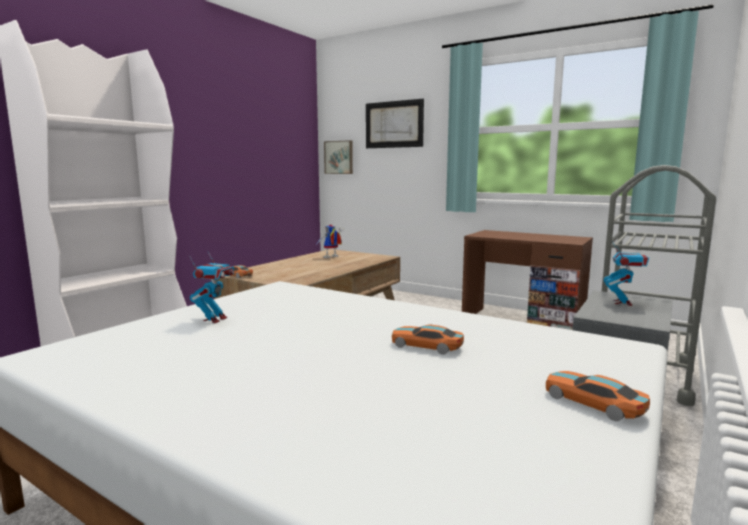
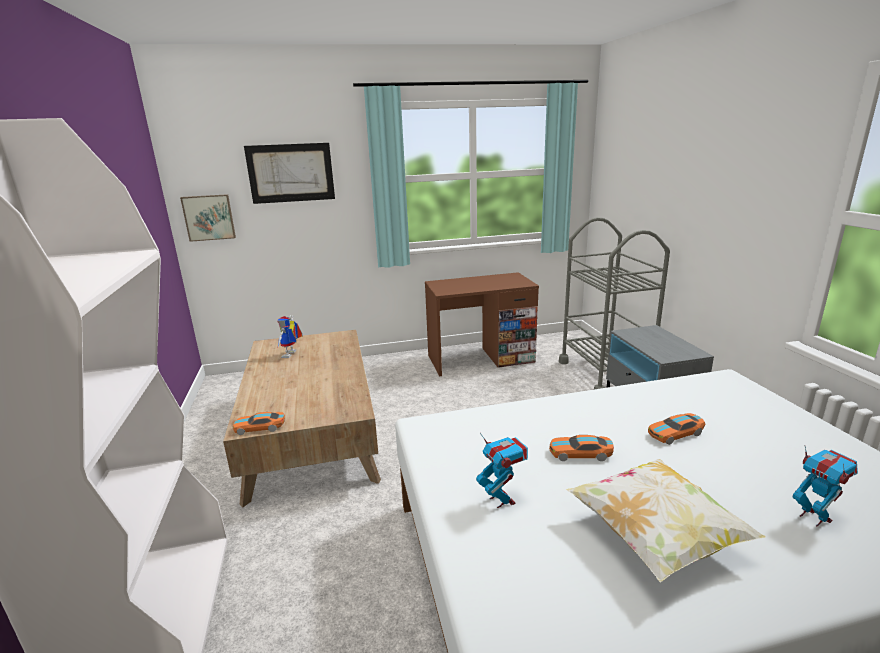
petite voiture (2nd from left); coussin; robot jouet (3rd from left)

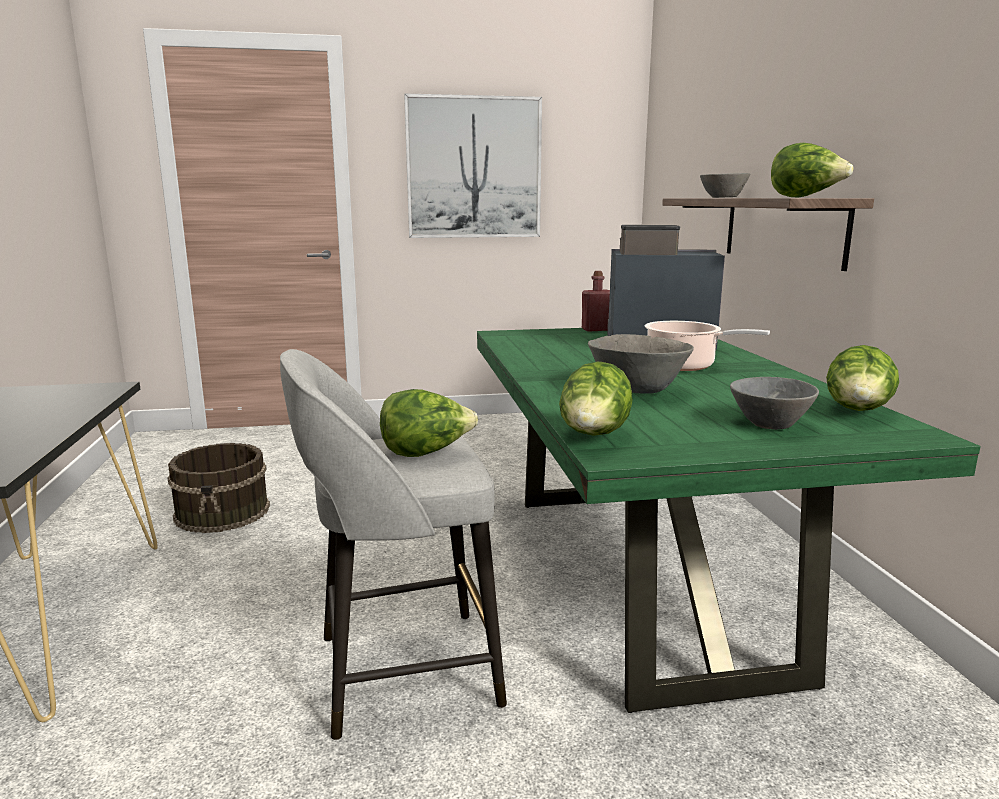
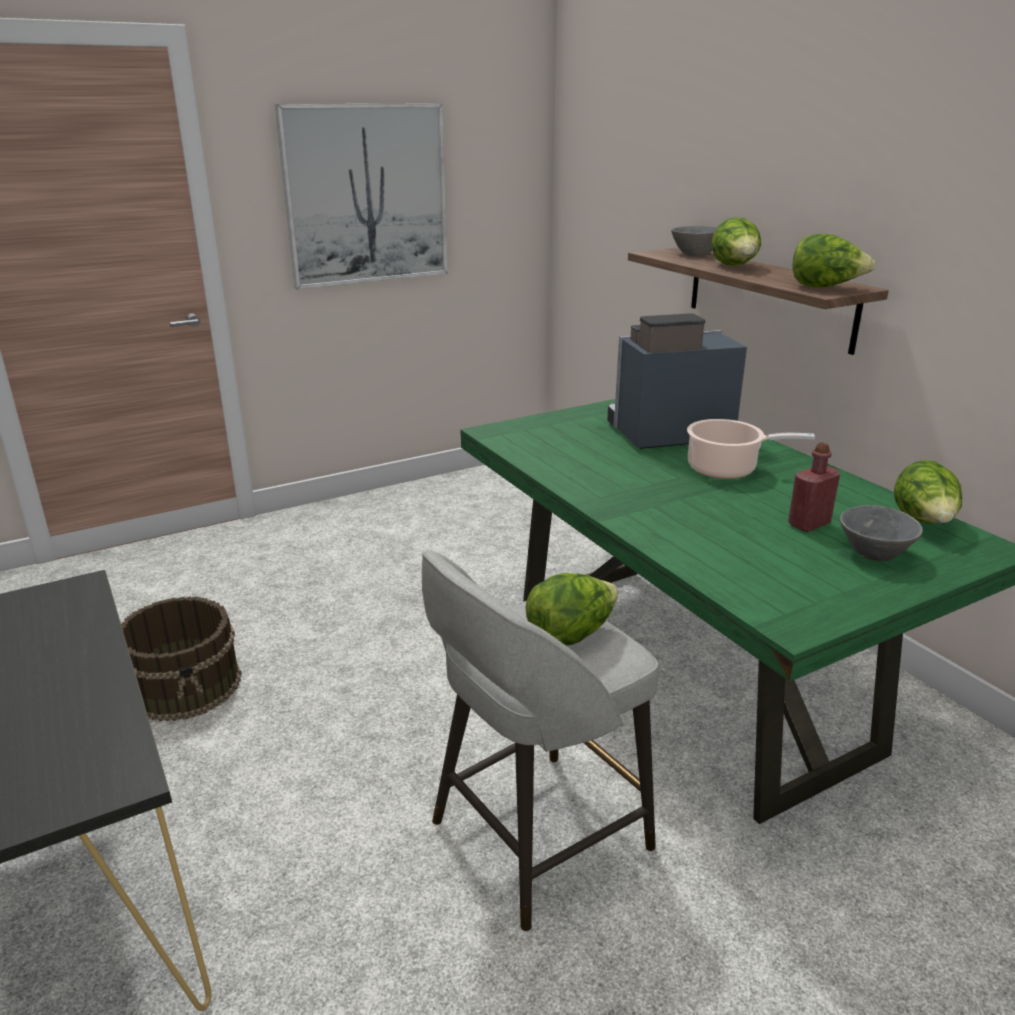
laitue (2nd from left); bouteille (rouge); bol (gris) (1st from left in the first image)

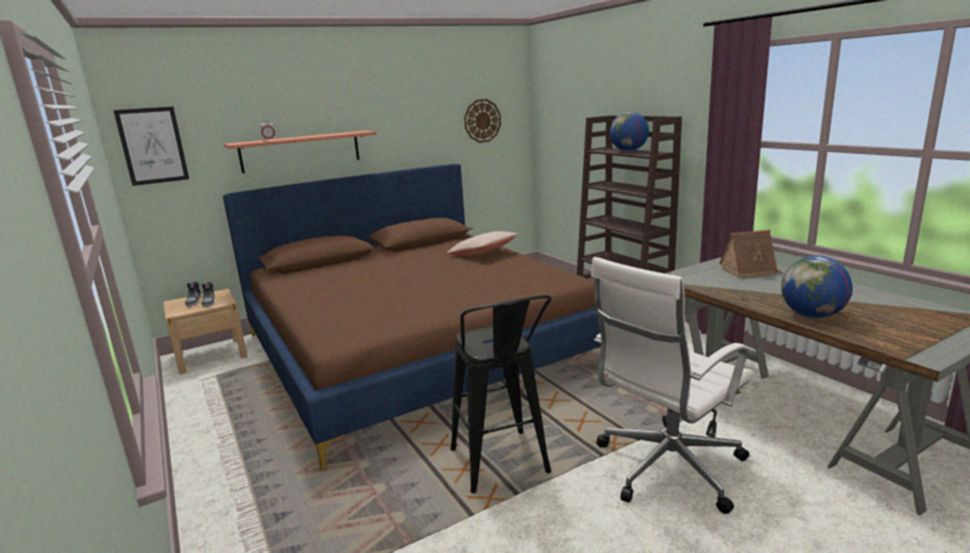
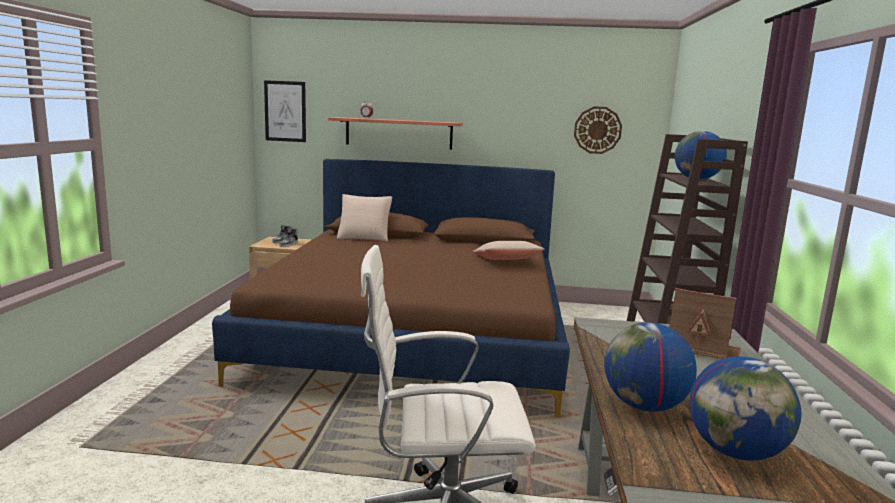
coussin (beige) (1st from left); globe (3rd from left); tabouret (noir)

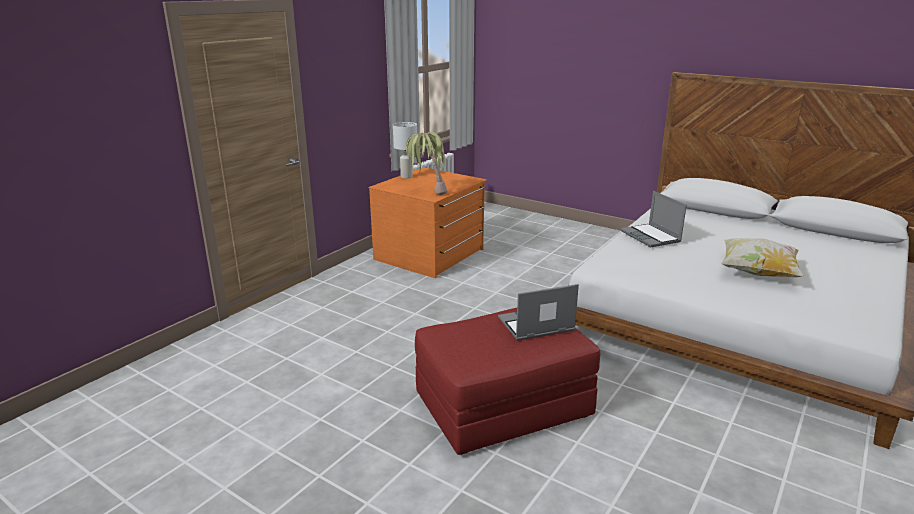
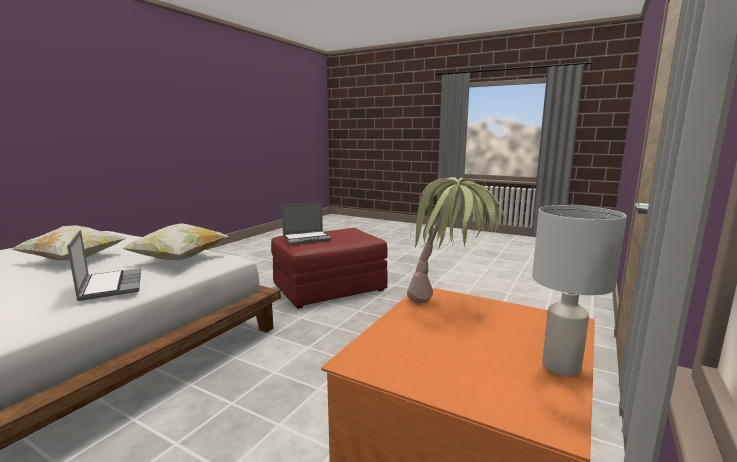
coussin (2nd from left)

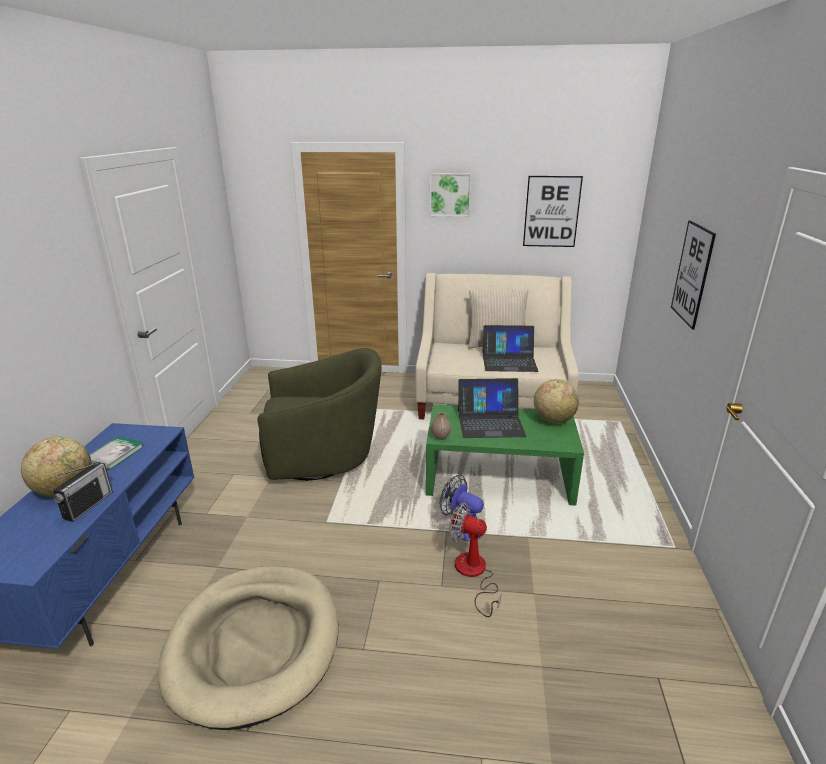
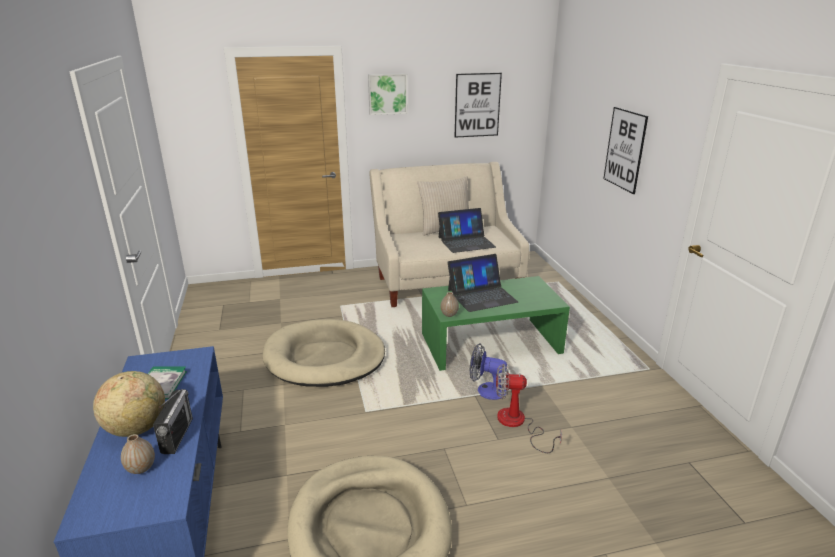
vase (1st from left); panier pour chien (beige) (1st from left); globe (2nd from left in the first image)

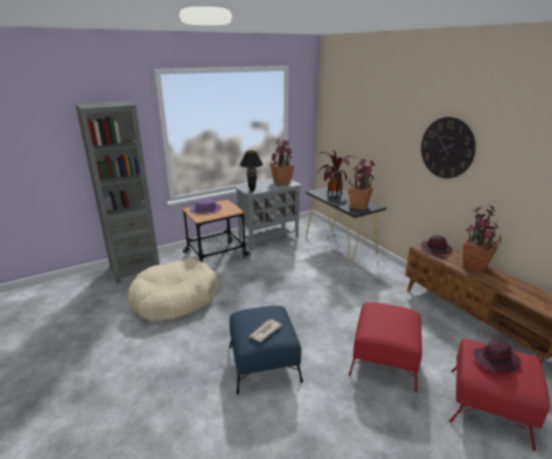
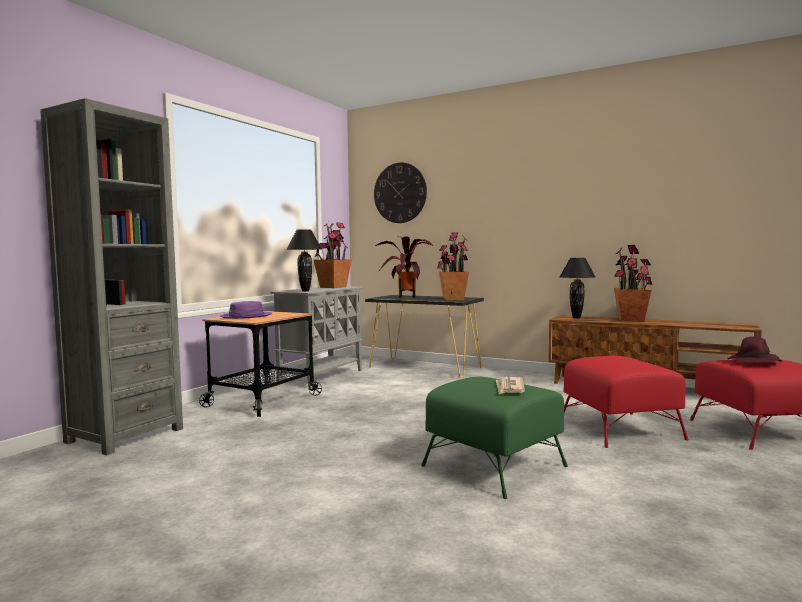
horloge murale; pouf (vert); lampe de table (noir) (2nd from left); panier pour chien (beige)

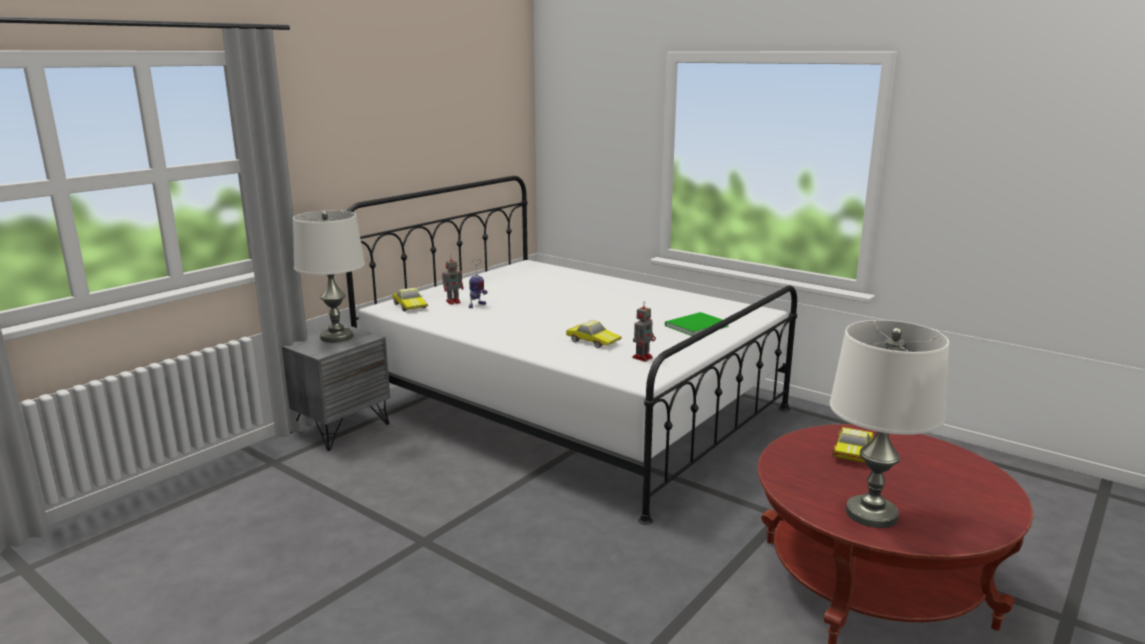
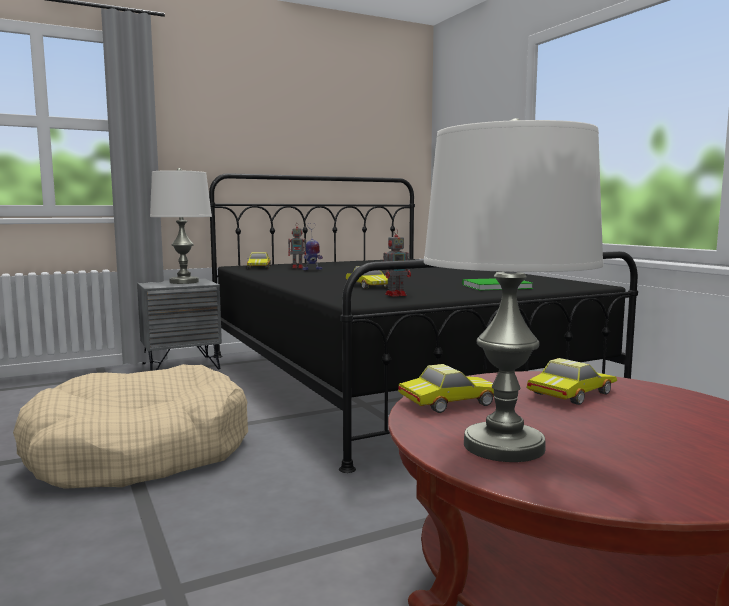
panier pour chien (beige); lit (noir); petite voiture (3rd from left)

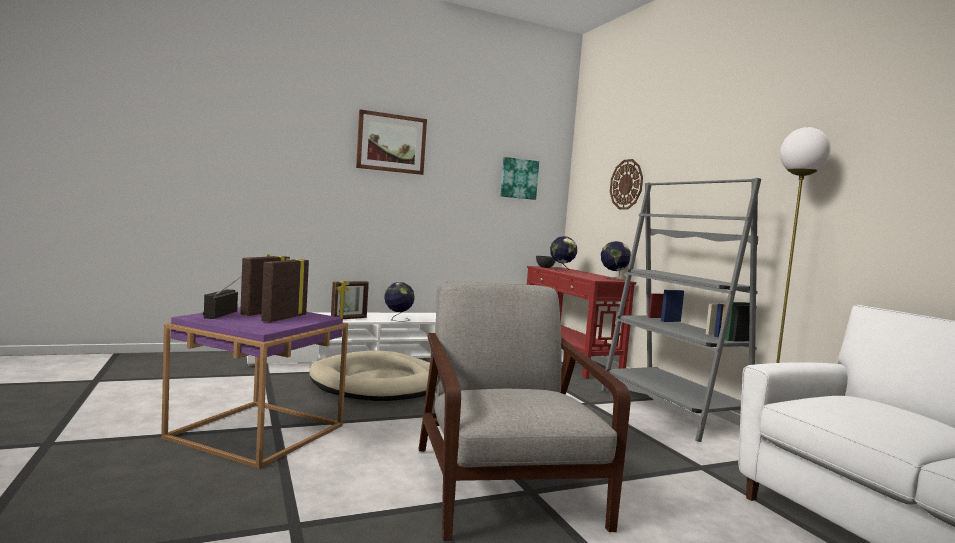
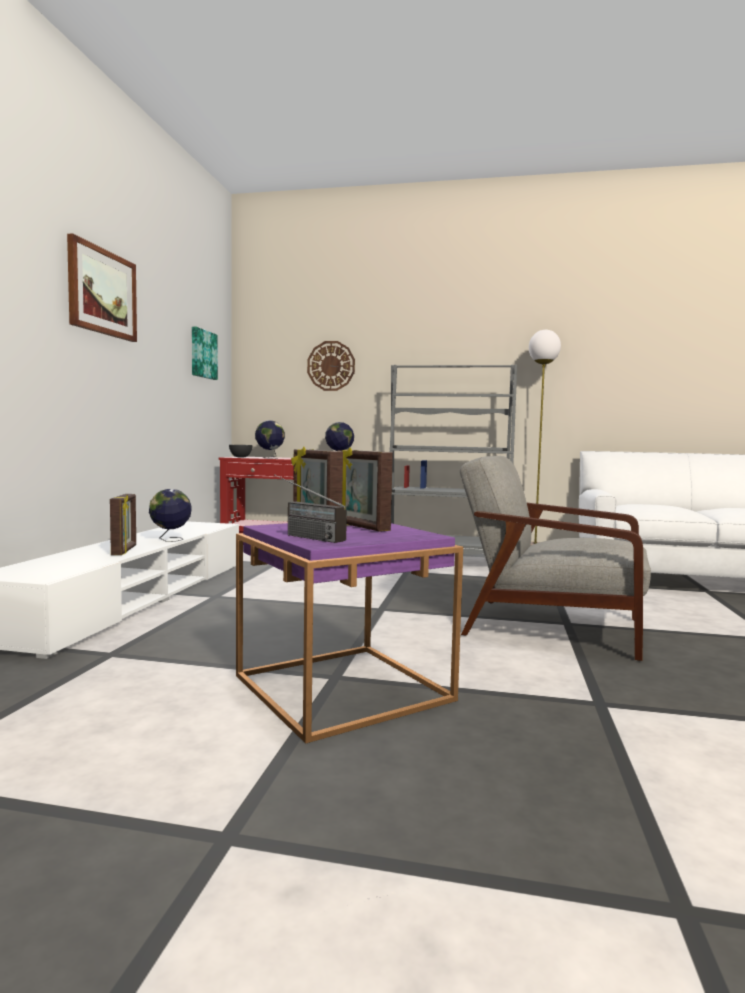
panier pour chien (beige)

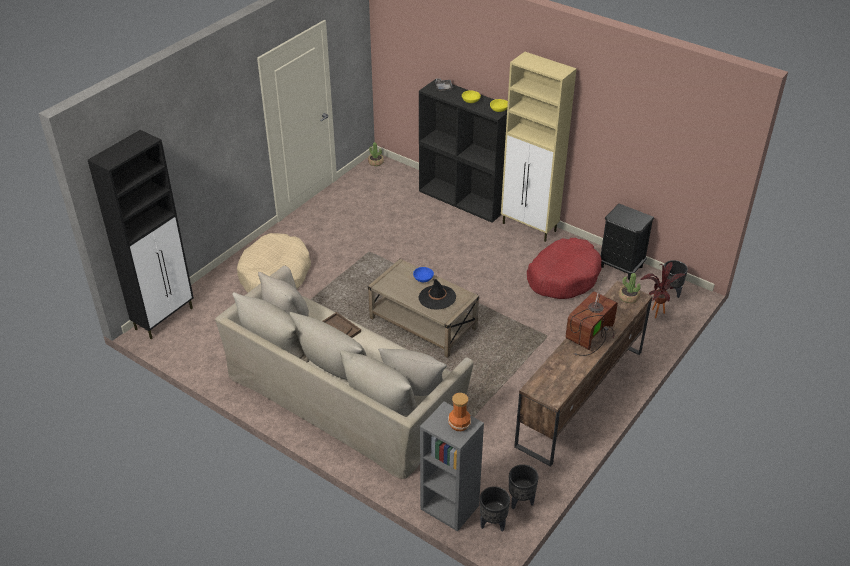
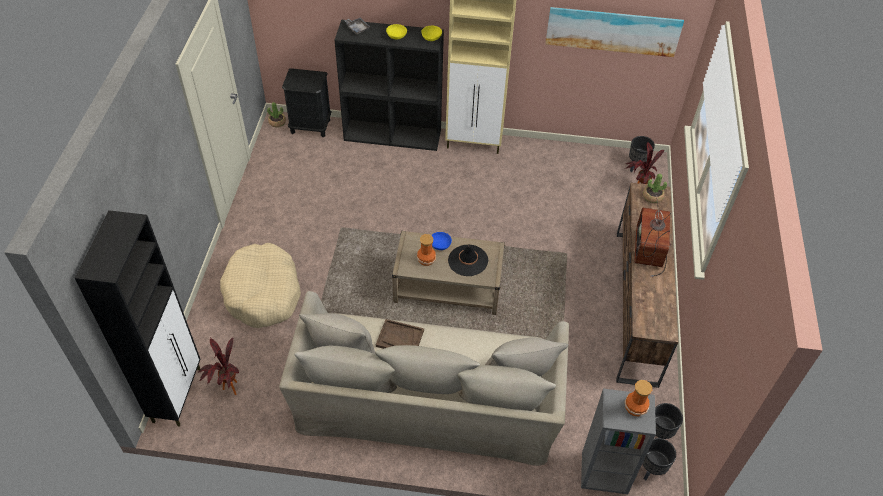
plante en pot (1st from left); table de chevet (noir); vase (1st from left); tableau; panier pour chien (rouge)

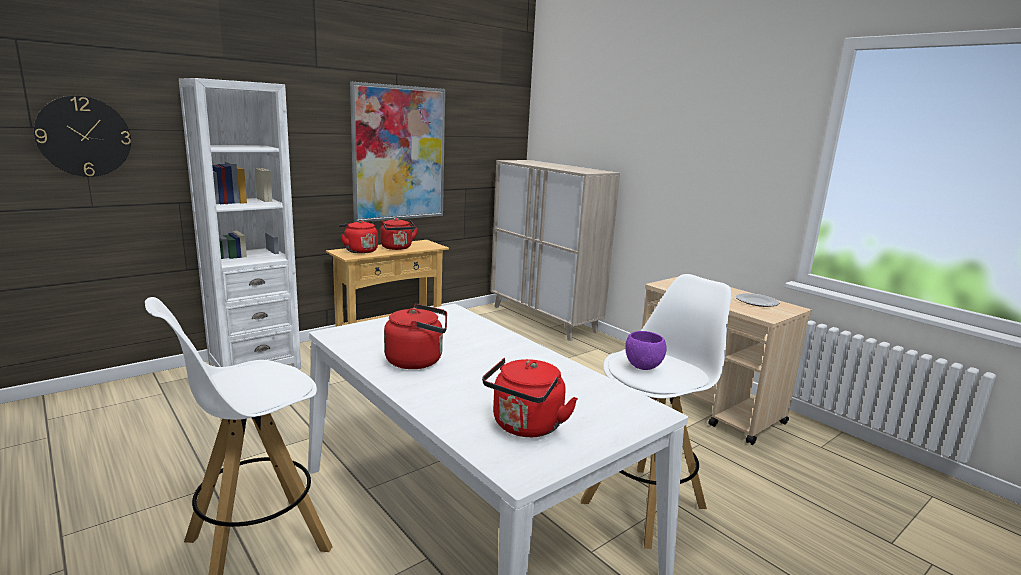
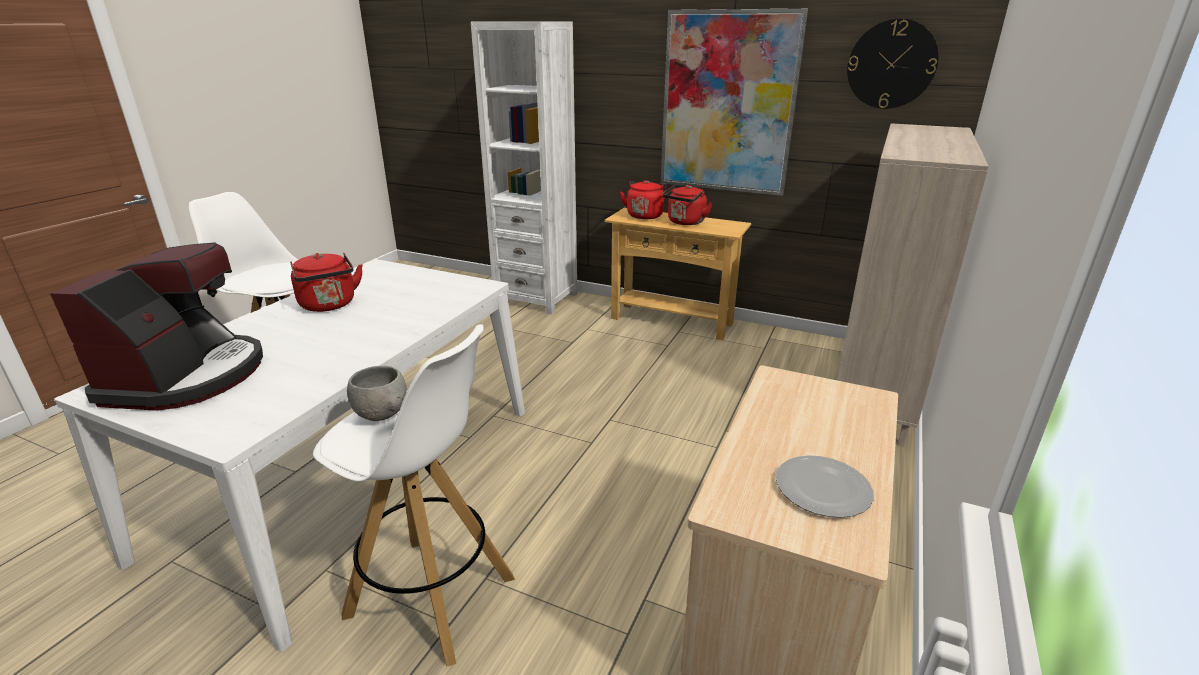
machine à café; bol (gris); horloge murale

